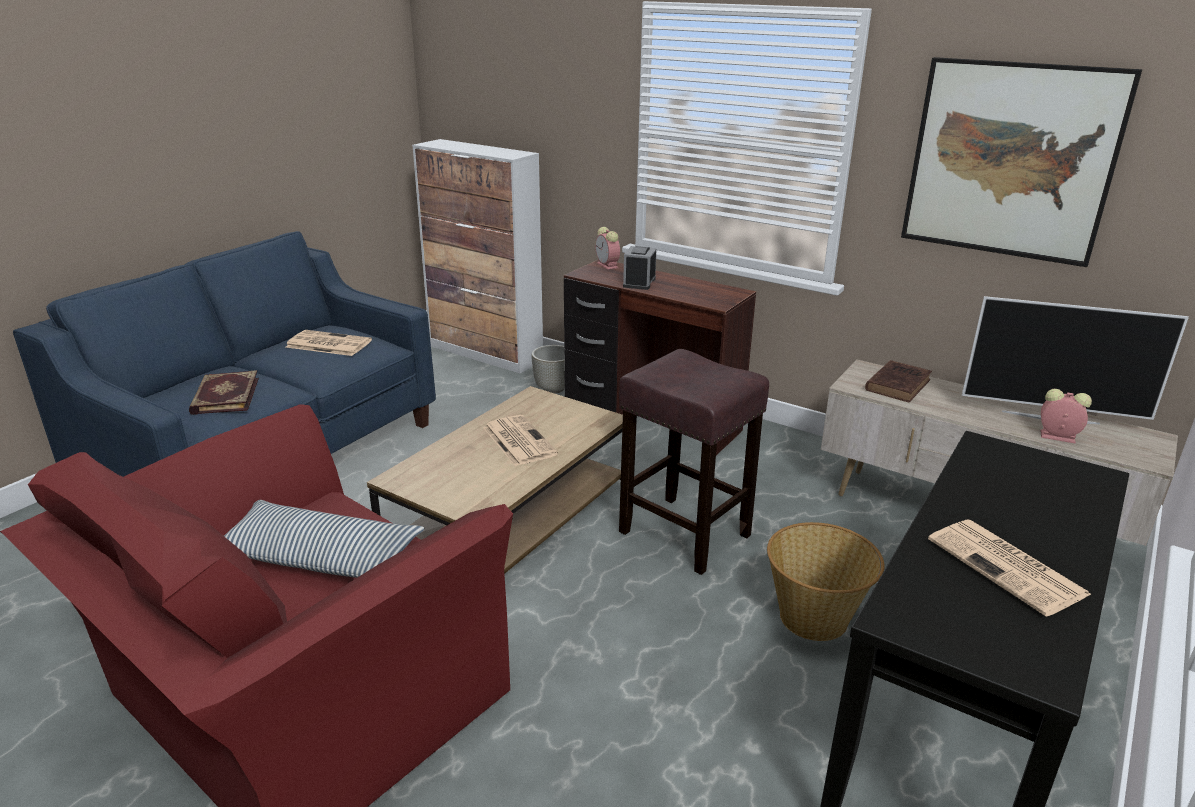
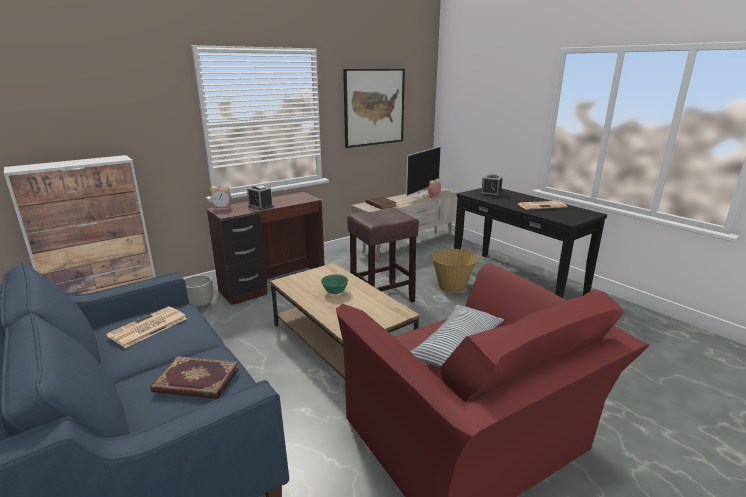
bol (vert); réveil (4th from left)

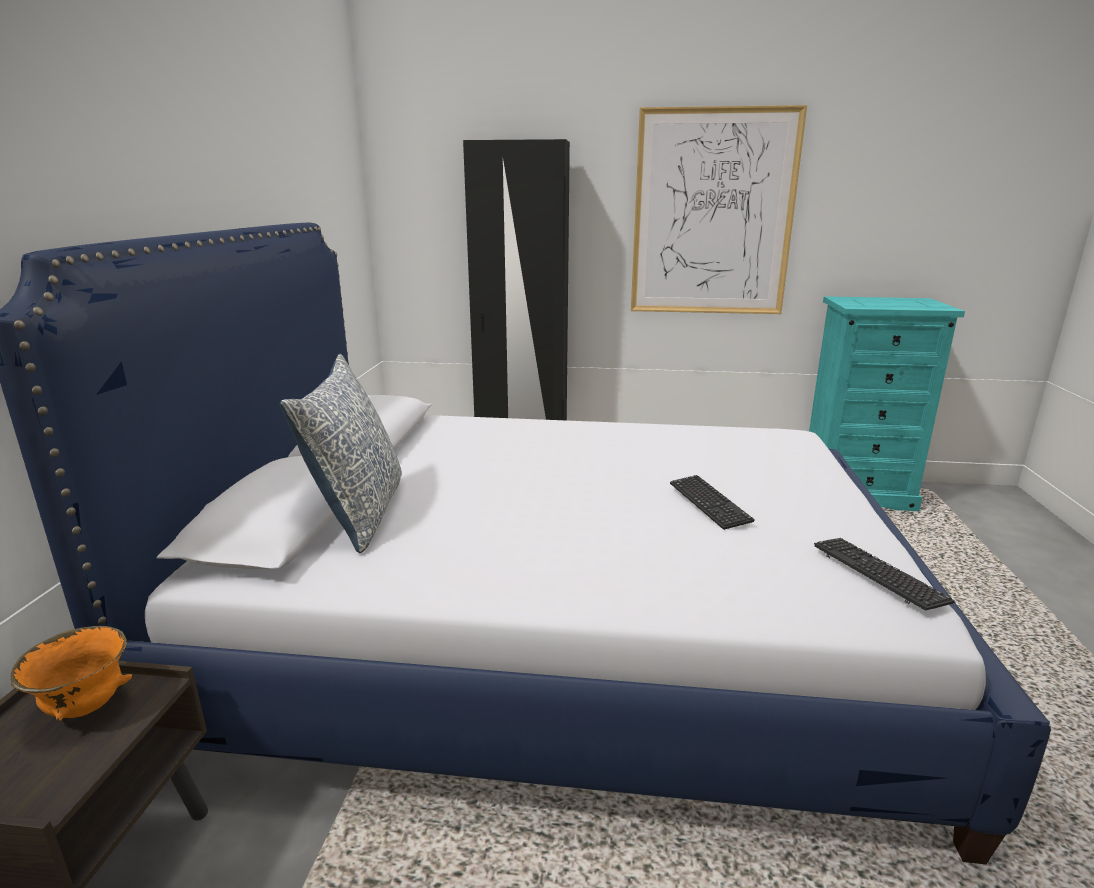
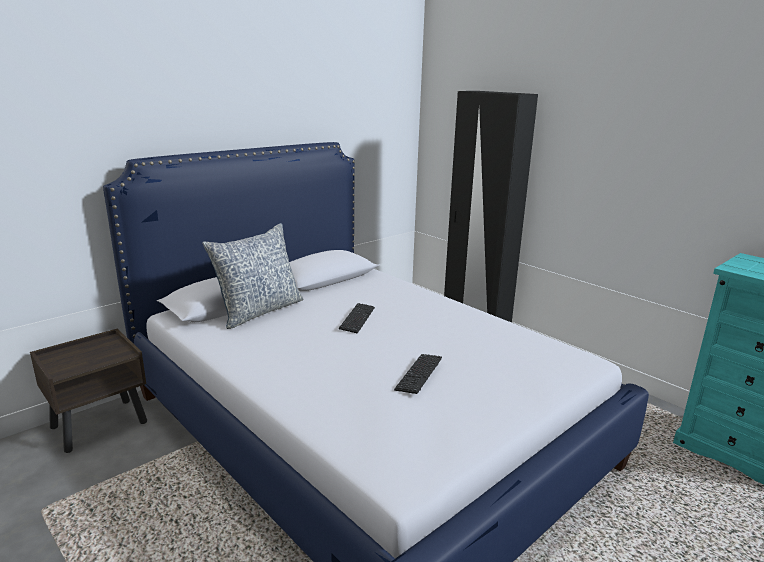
clavier (1st from left); bol (orange); tableau

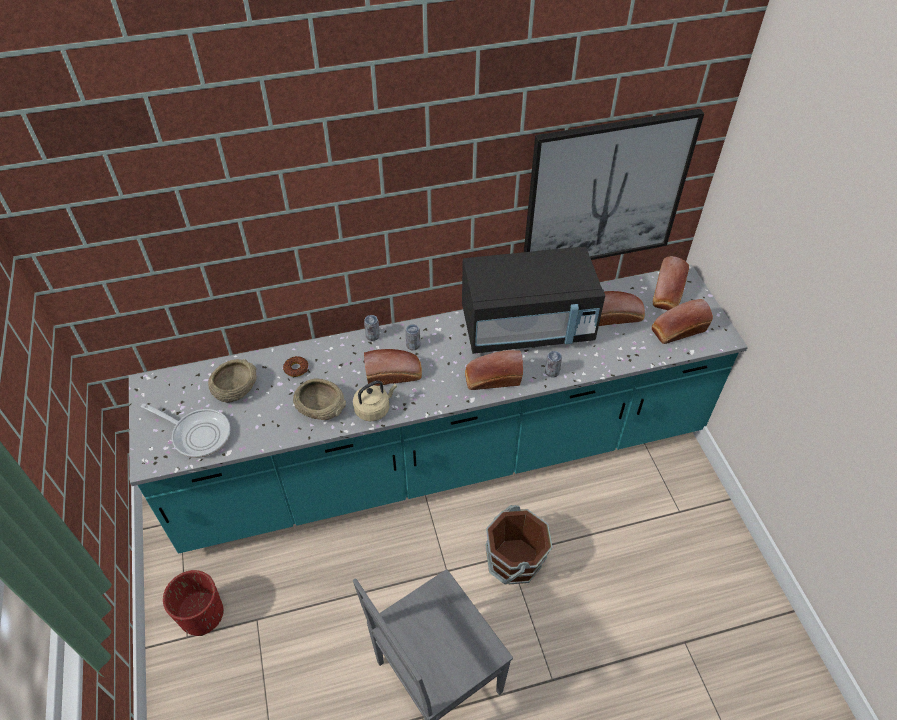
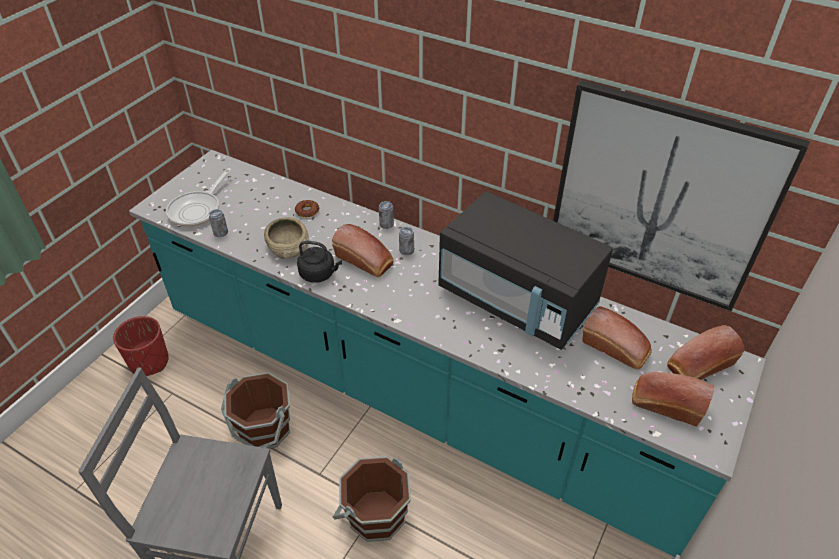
poêle; boîte métallique (1st from left); seau (marron) (1st from left); bouilloire (noir); bol (beige) (1st from left in the first image); pain (2nd from left in the first image)

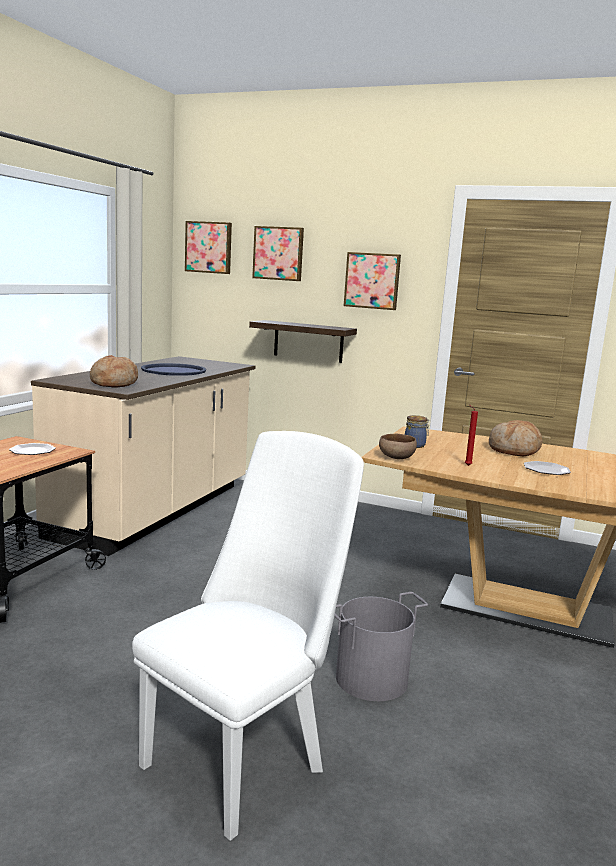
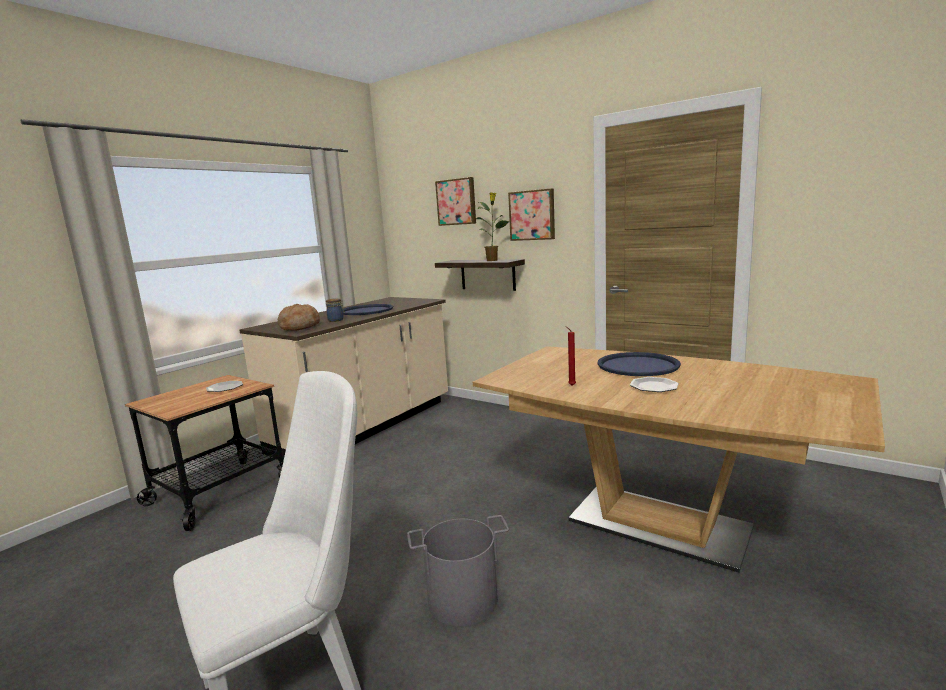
bocal; plante en pot; plateau (bleu) (2nd from left); tableau (1st from left in the first image); bol (marron)

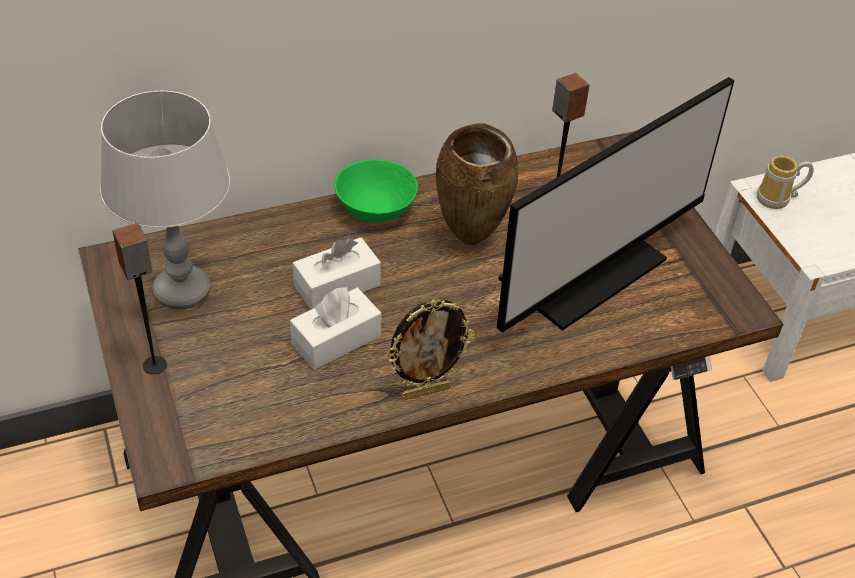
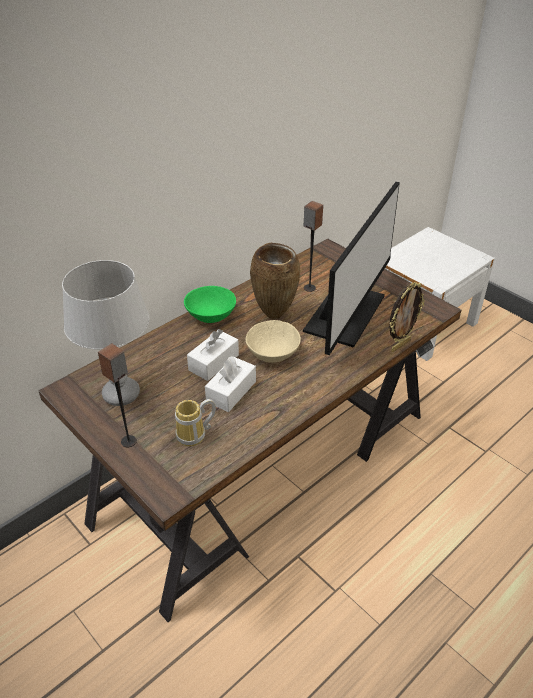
mug; bol (beige); cadre photo

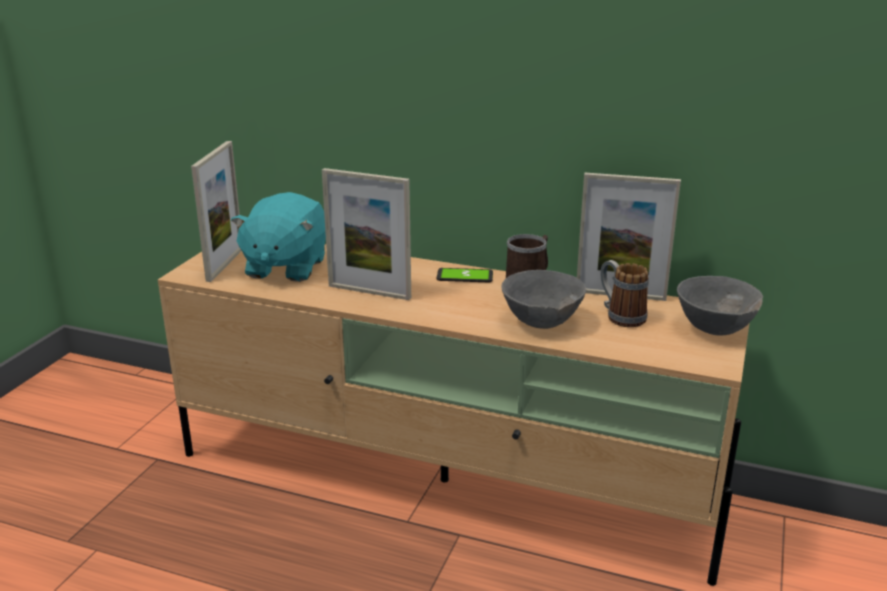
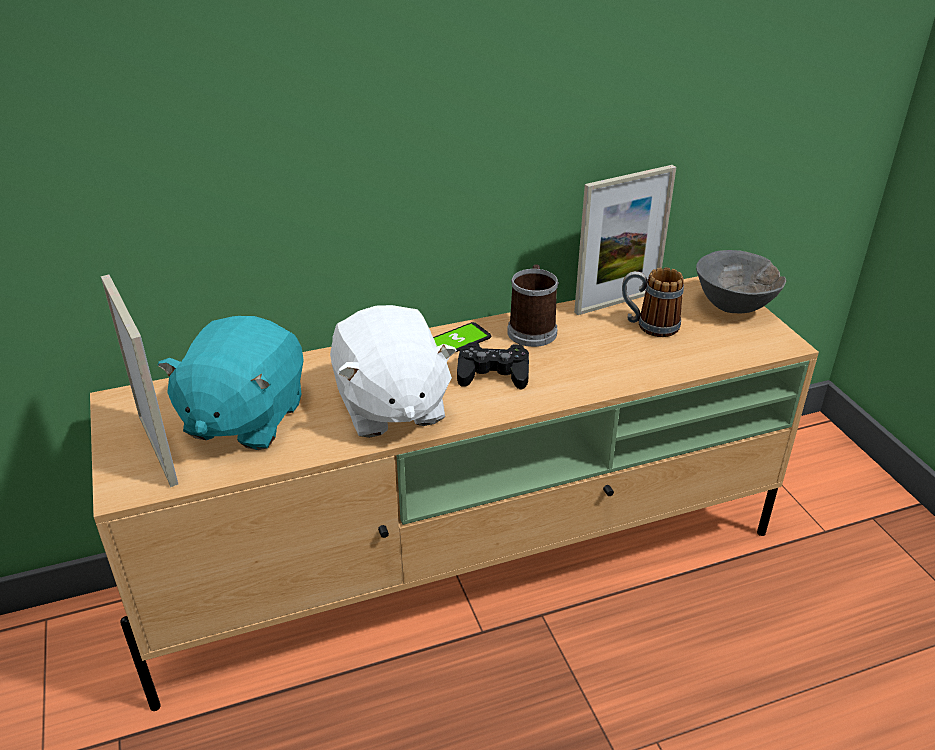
peluche (turquoise); peluche (blanc); manette (noir); bol (gris) (1st from left in the first image)

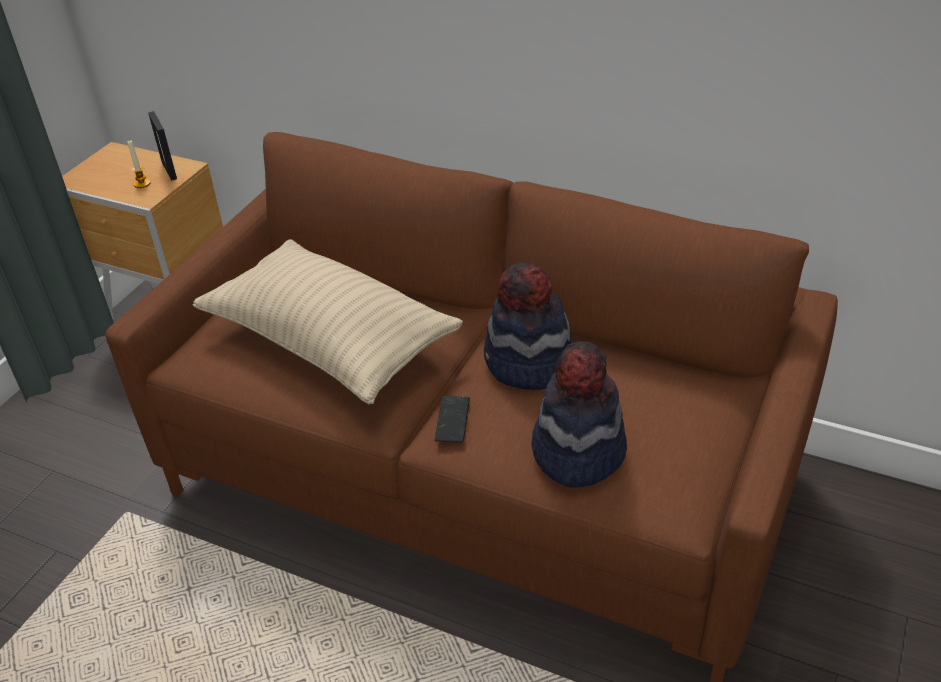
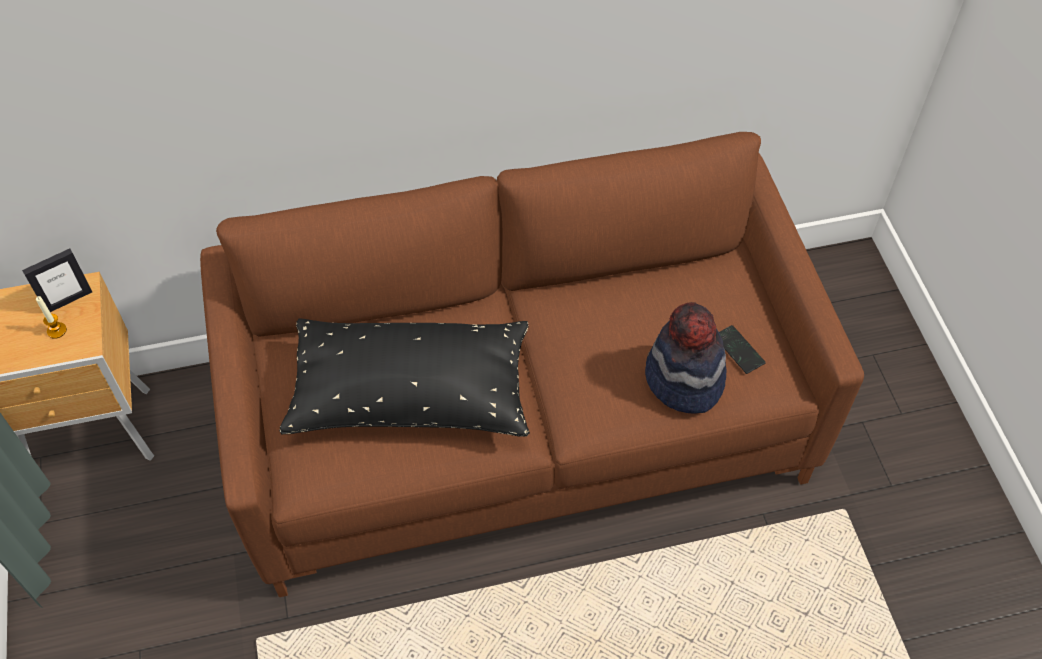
cadre photo; coussin (noir); téléphone; chapeau (1st from left in the first image)

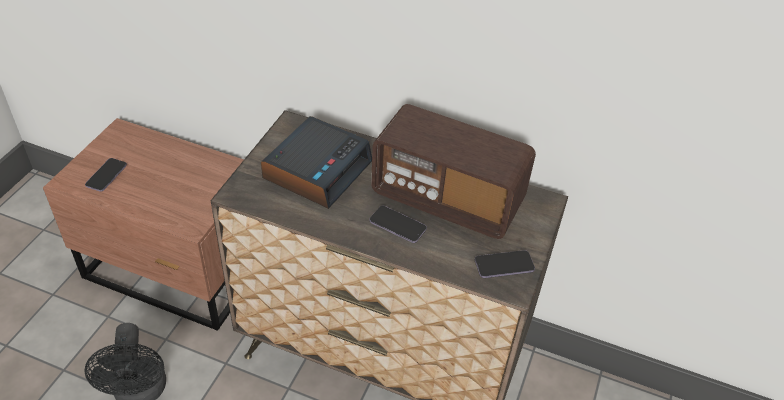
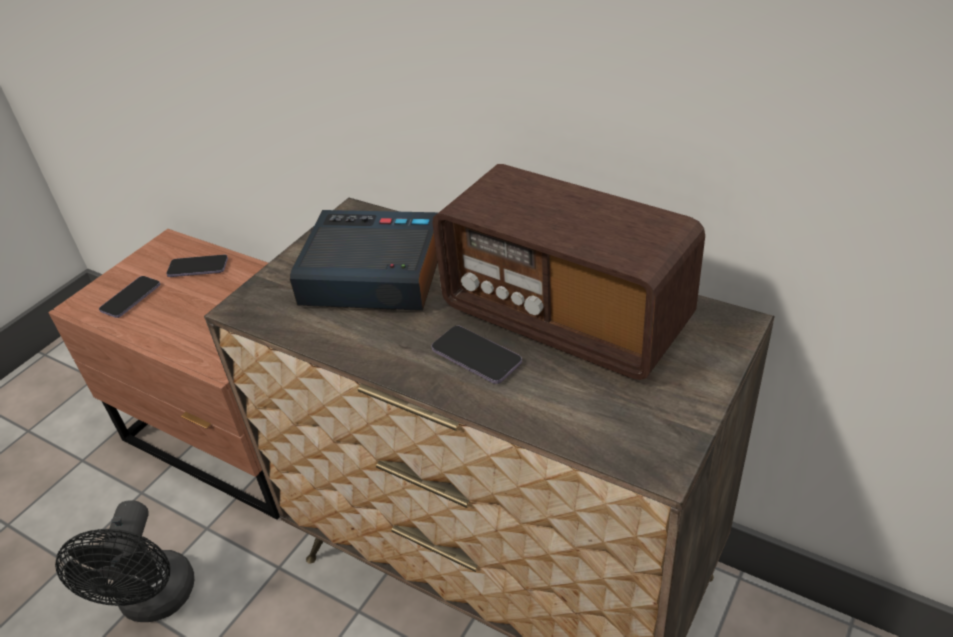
téléphone (2nd from left); réveil

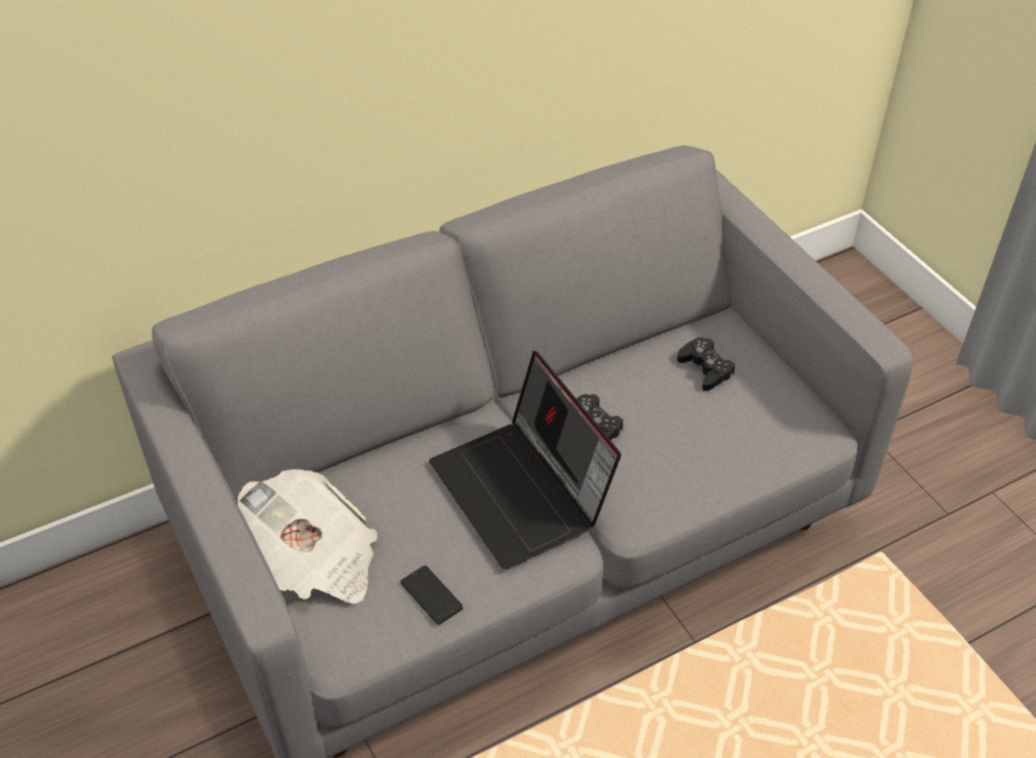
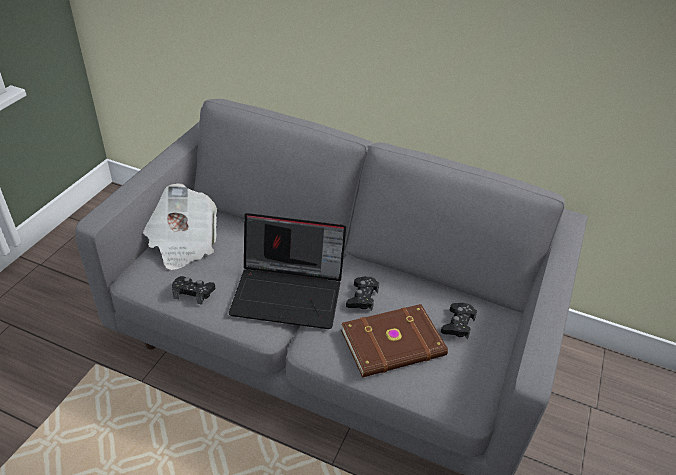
manette (noir) (1st from left); ordinateur portable; livre (marron)

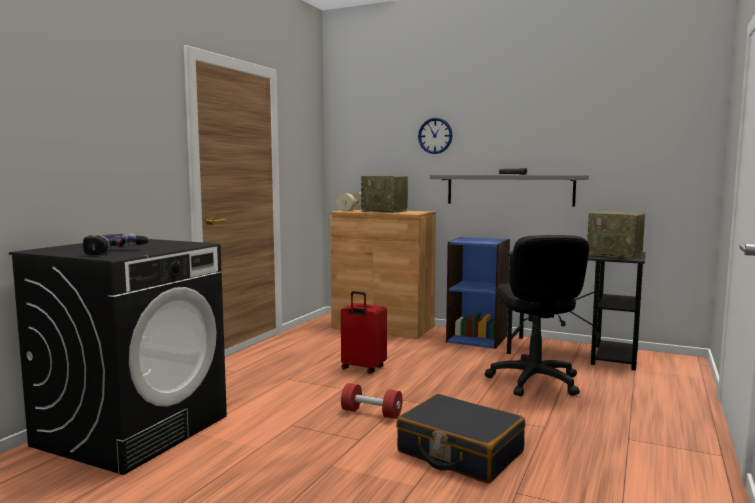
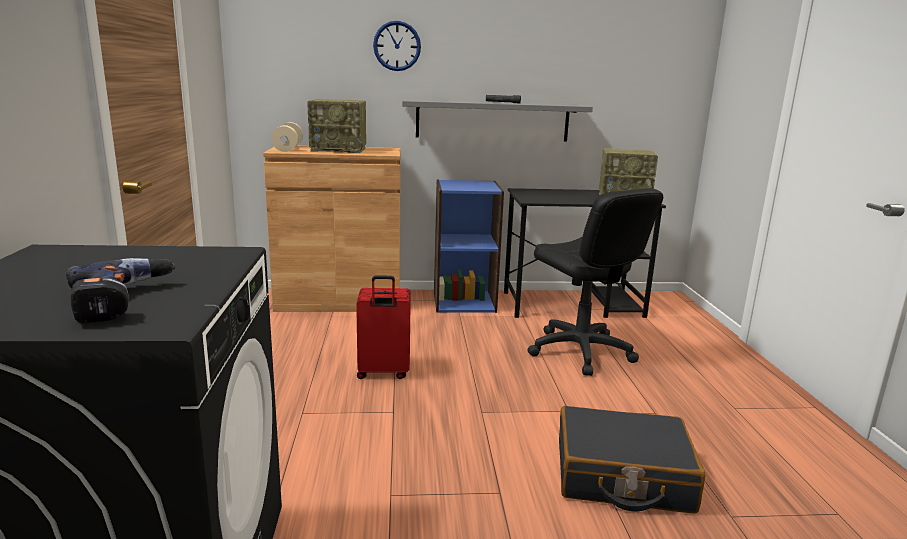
haltère (rouge)

